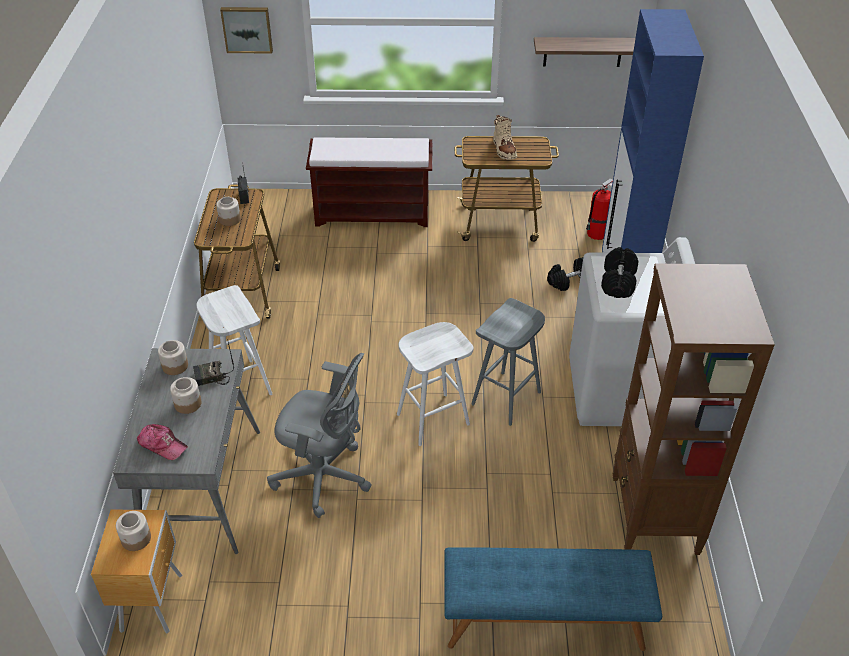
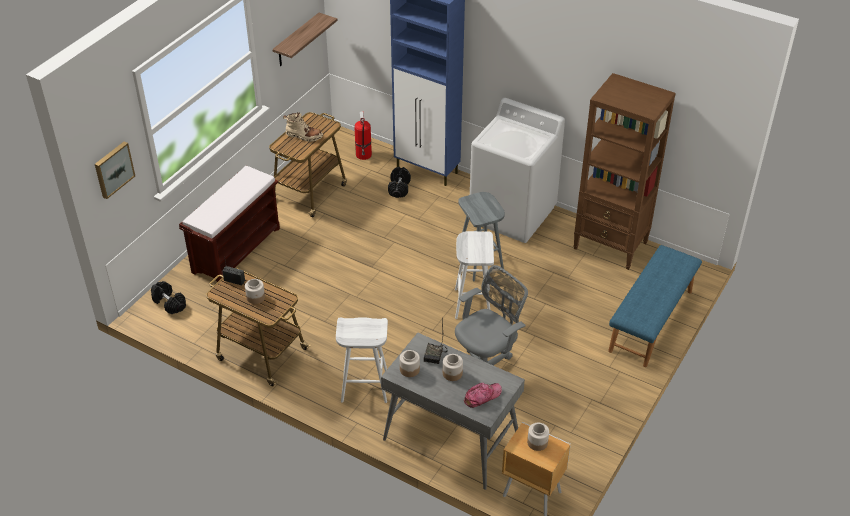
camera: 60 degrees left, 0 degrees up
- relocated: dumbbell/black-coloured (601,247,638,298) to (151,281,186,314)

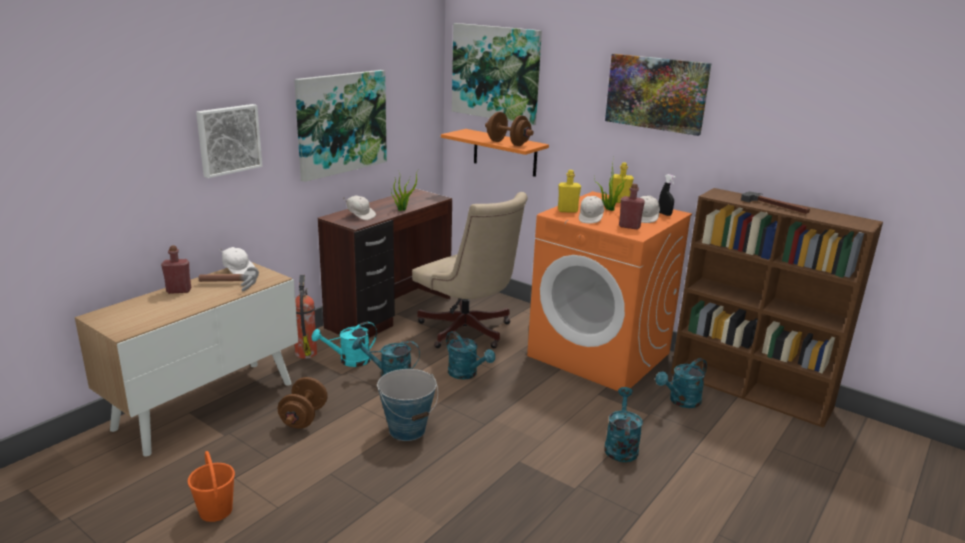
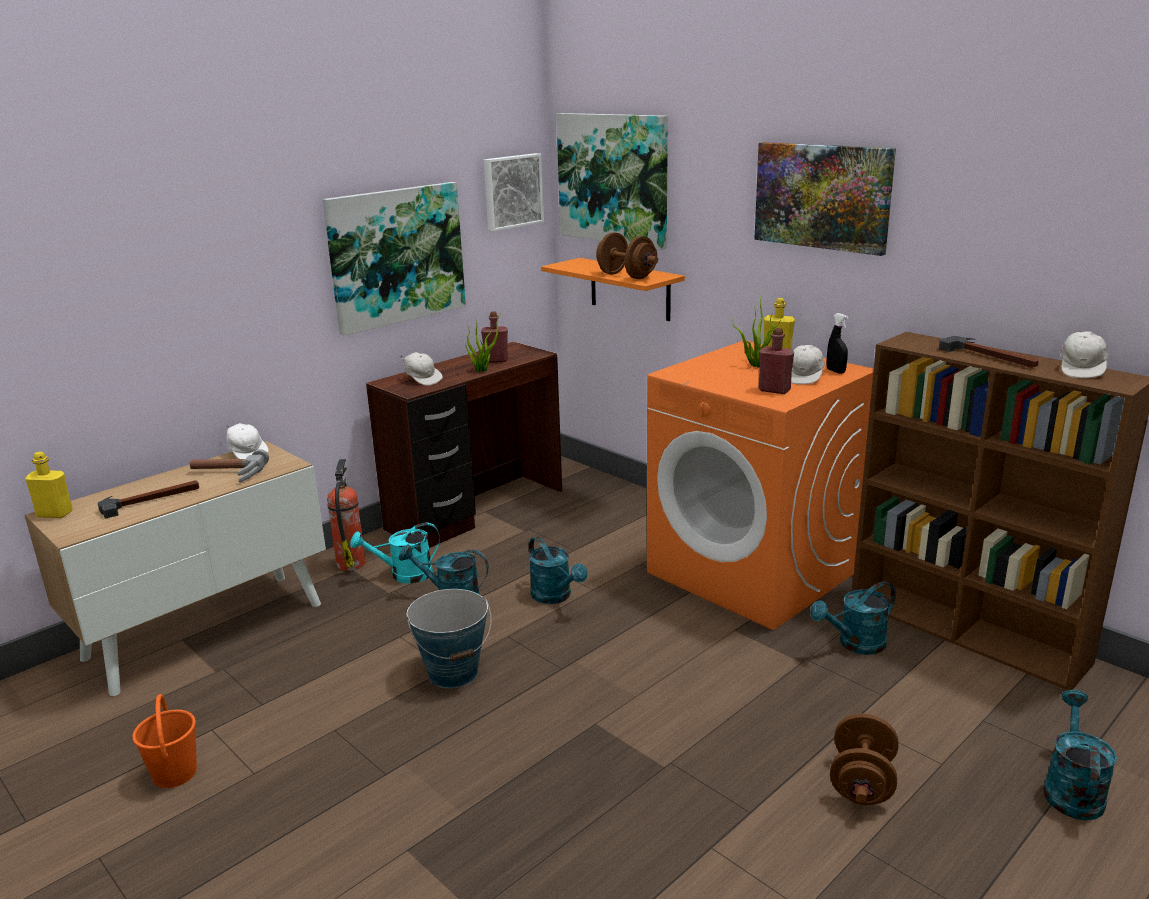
camera: 10 degrees right, 0 degrees up
- relocated: drink bottle/reddish (161,246,191,294) to (481,311,508,362)
- relocated: picture (196,104,263,178) to (484,153,544,232)
- relocated: dumbbell/brown (278,377,328,429) to (830,713,898,805)
- missing: computer chair/beige-coloured (412,192,528,349)
- relocated: drink bottle/yellow-coloured (558,170,581,213) to (25,452,73,518)
- relocated: baseball cap/whitish (579,196,605,223) to (1061,331,1108,378)
- relocated: watering pot/turquoise-coloured (604,387,643,462) to (1043,690,1117,820)
- appeared: hand hammer (98,480,199,519)

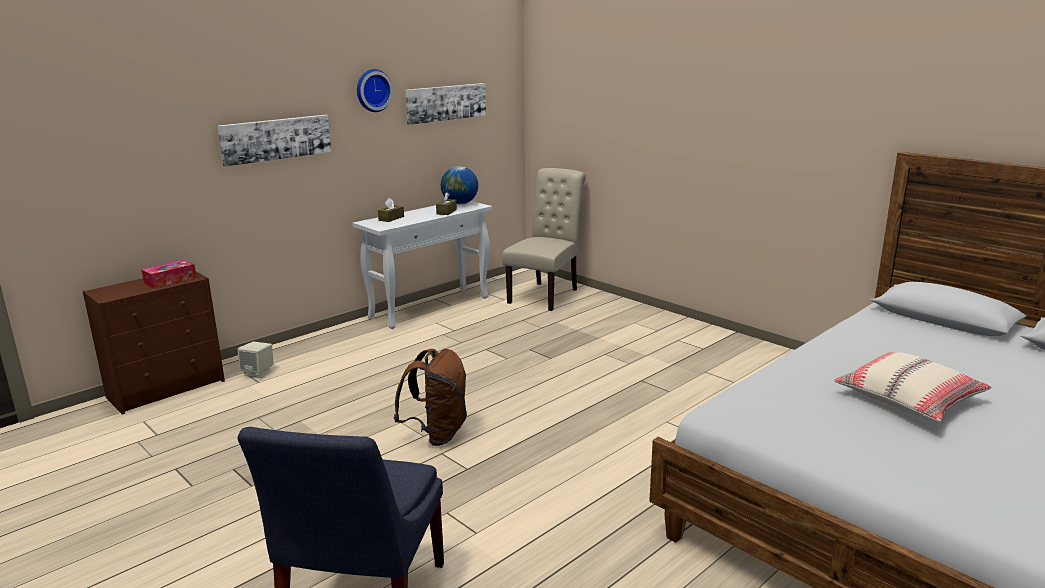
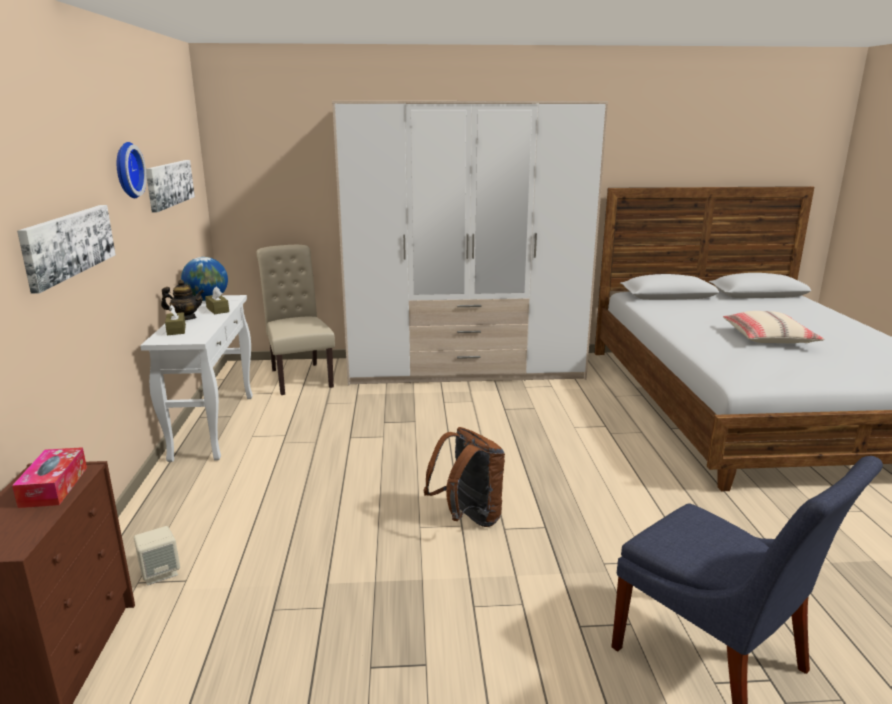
camera: 50 degrees left, 0 degrees up
- appeared: teapot (161,280,204,320)
- appeared: clothes cupboard (332,101,608,385)

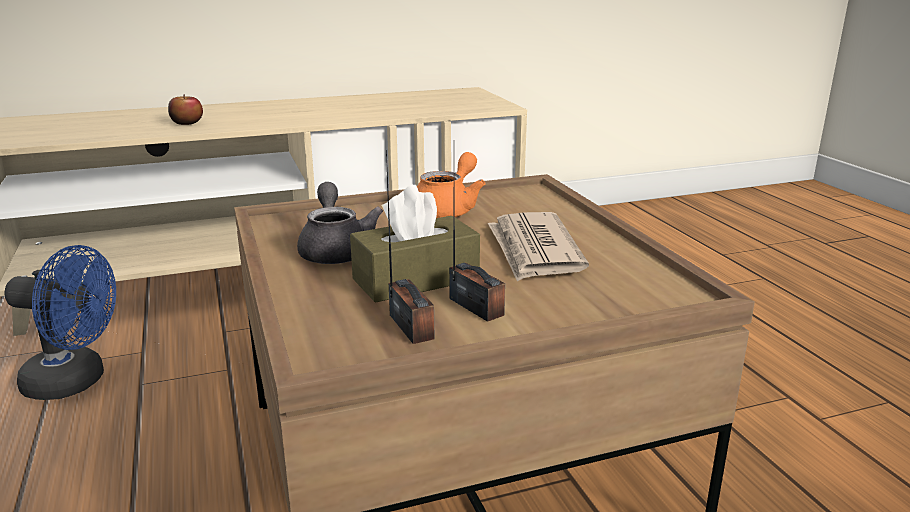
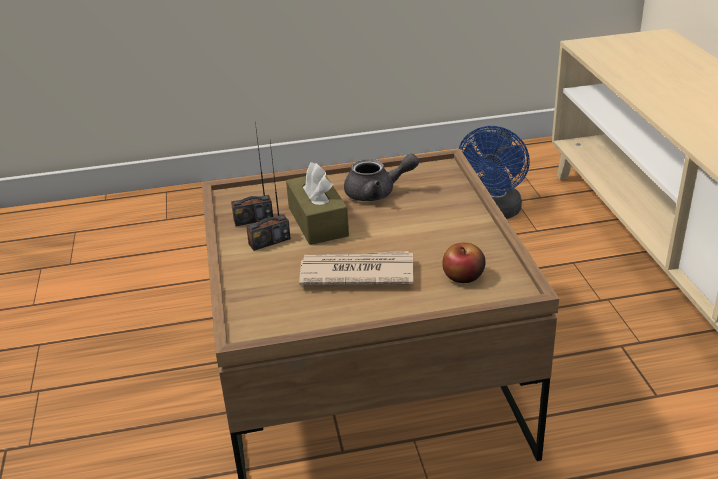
camera: 100 degrees right, 10 degrees up
- relocated: apple fruit (168,94,203,125) to (442,243,486,283)
- missing: teapot/orange-coloured (417,152,486,218)

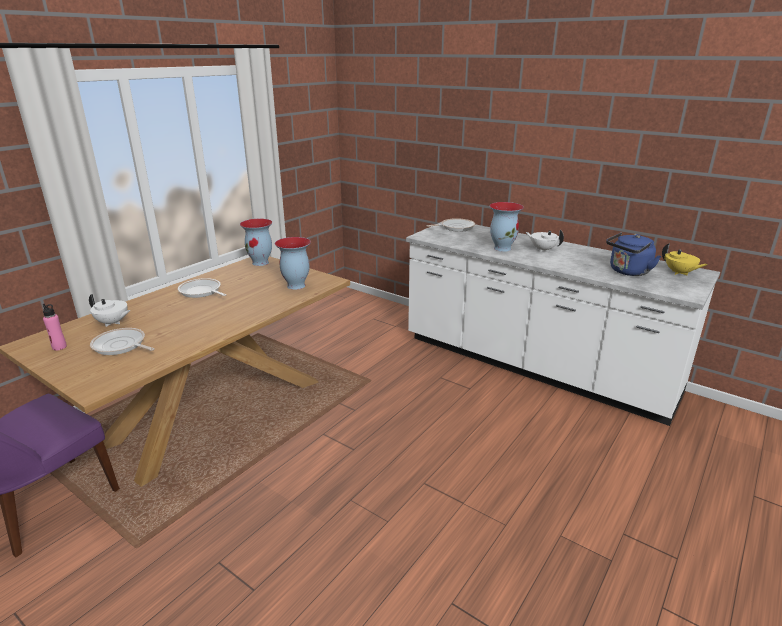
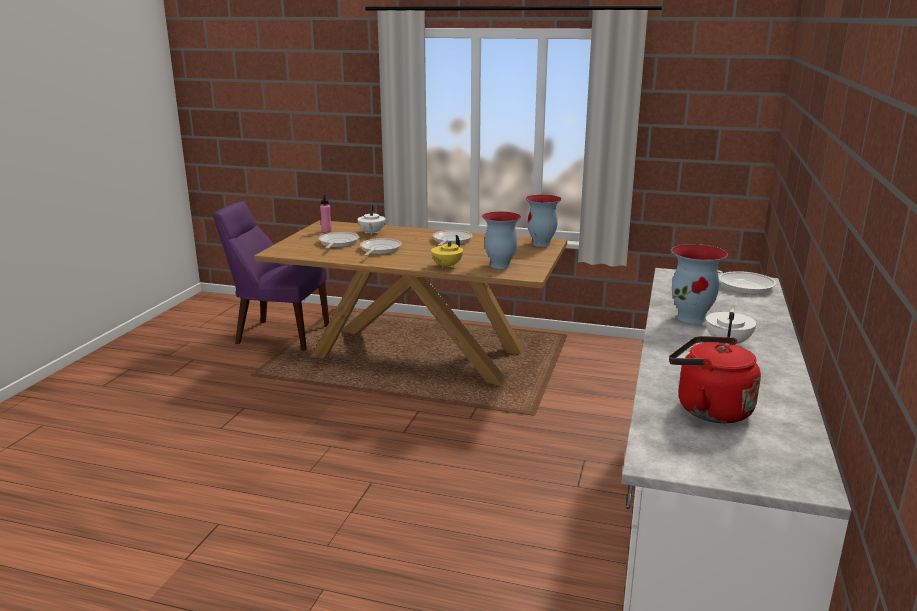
camera: 70 degrees right, 5 degrees down
- colour: water kettle/blue-coloured (606,232,661,276) to water kettle/reddish (669,336,761,423)
- relocated: teapot/yellow-coloured (662,243,708,275) to (431,235,463,269)
- appeared: frying pan (360,238,402,256)

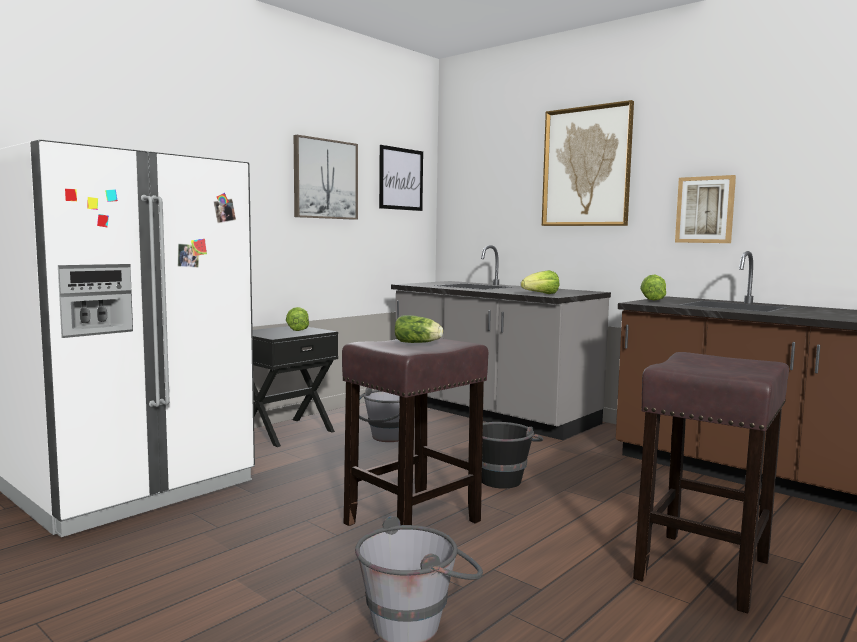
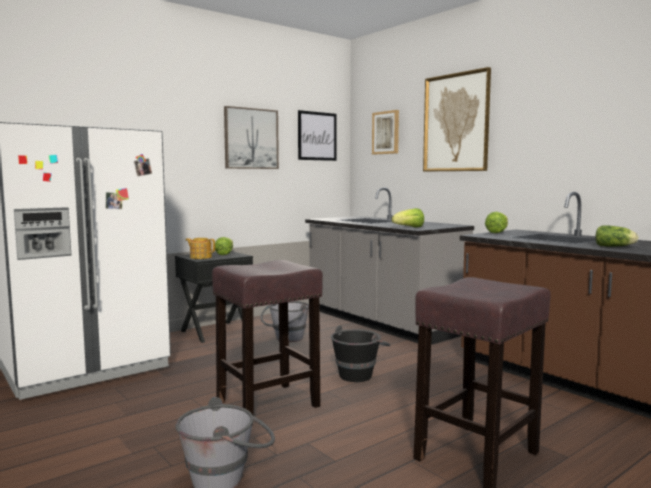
camera: 10 degrees right, 0 degrees up
- relocated: lettuce head (395,315,443,343) to (595,226,639,247)
- relocated: picture (675,175,736,243) to (372,110,399,155)
- appeared: teapot (186,238,215,259)

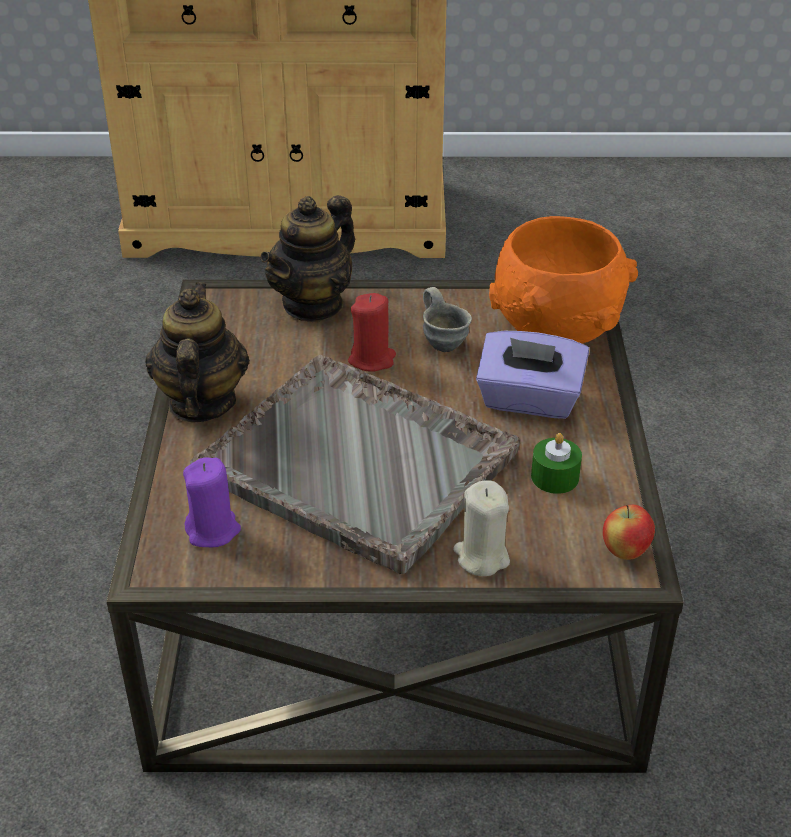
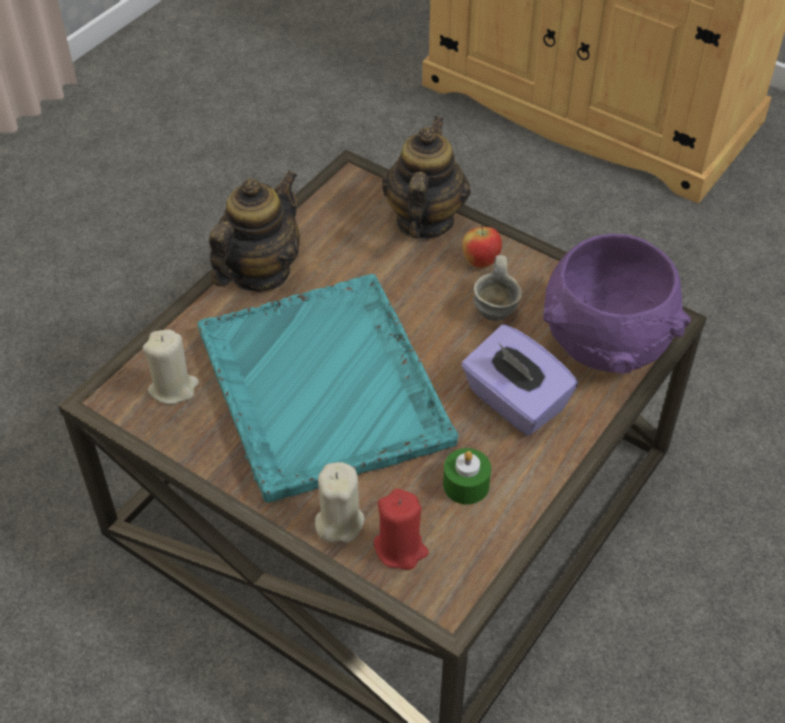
camera: 35 degrees right, 10 degrees up
- colour: candle/purple (183,457,241,547) to candle/beige-coloured (143,329,198,404)
- colour: tray/gray (190,355,520,574) to tray/turquoise-coloured (198,274,459,503)
- spun: teapot (260,195,355,322) = (382,116,471,239) 120 degrees clockwise
- relocated: candle/reddish (348,293,396,372) to (374,489,428,570)
- colour: deep dish/orange-coloured (489,216,638,344) to deep dish/purple (543,234,691,374)
- relocated: apple fruit (603,505,655,560) to (462,224,502,268)

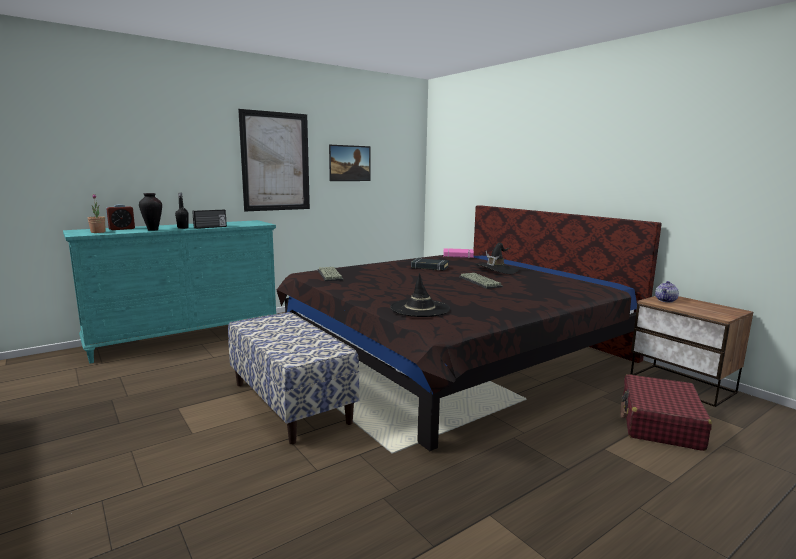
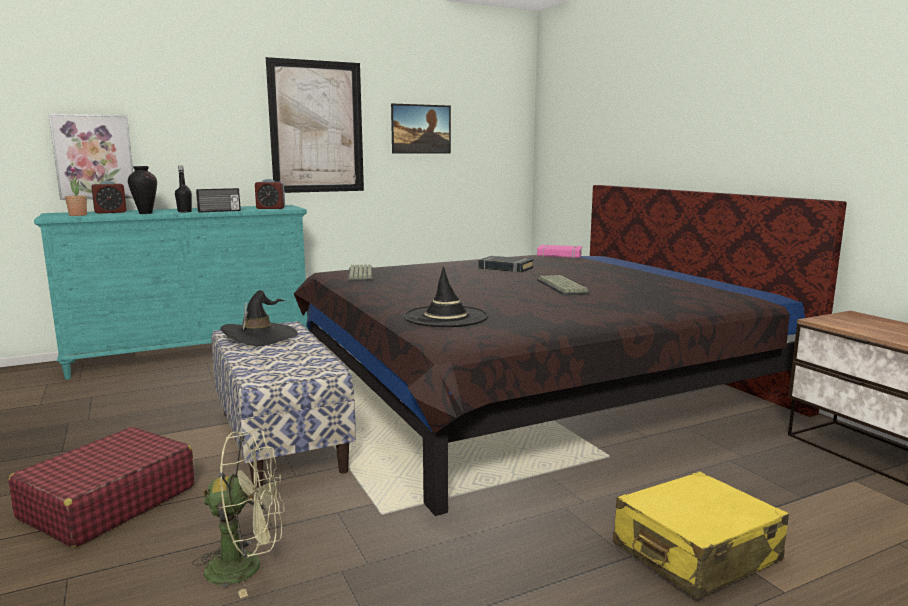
camera: 10 degrees right, 0 degrees up
- relocated: clothing hat/black-coloured (476,243,519,274) to (220,290,298,346)
- relocated: travel case/reddish (620,374,712,451) to (8,427,194,548)
- missing: teapot (655,281,679,303)
- appeared: picture (49,113,133,200)
- appeared: electric fan/green (192,429,285,598)
- appeared: bedside clock (255,179,285,209)
- appeared: travel case/yellow-coloured (613,471,789,599)

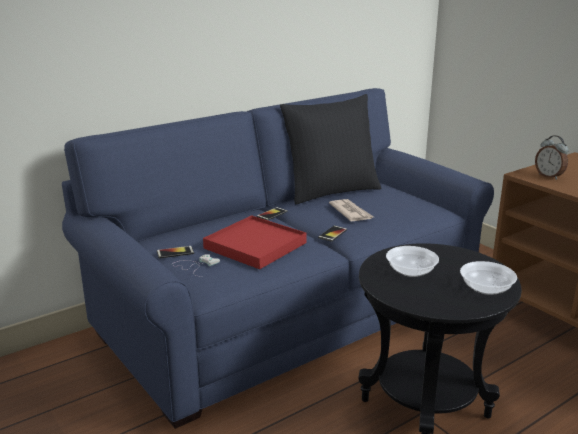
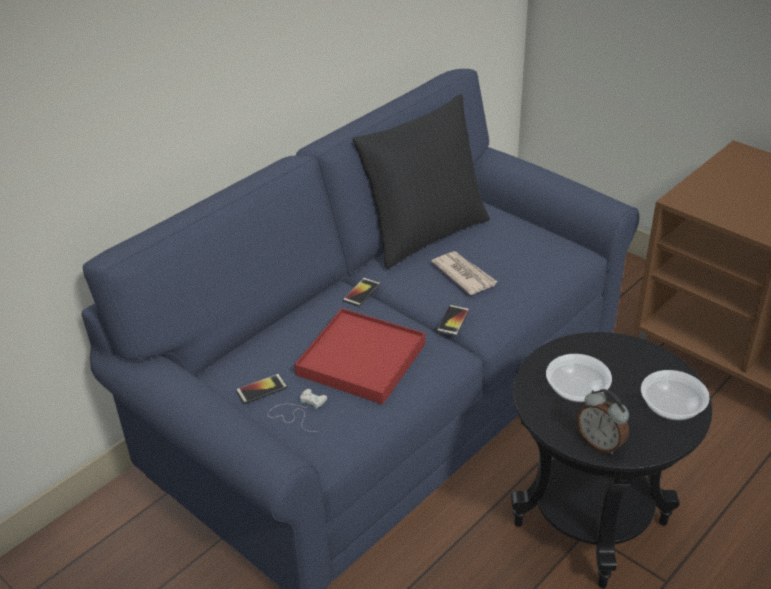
camera: 10 degrees left, 15 degrees up
- relocated: bedside clock (535,135,569,180) to (577,389,629,455)

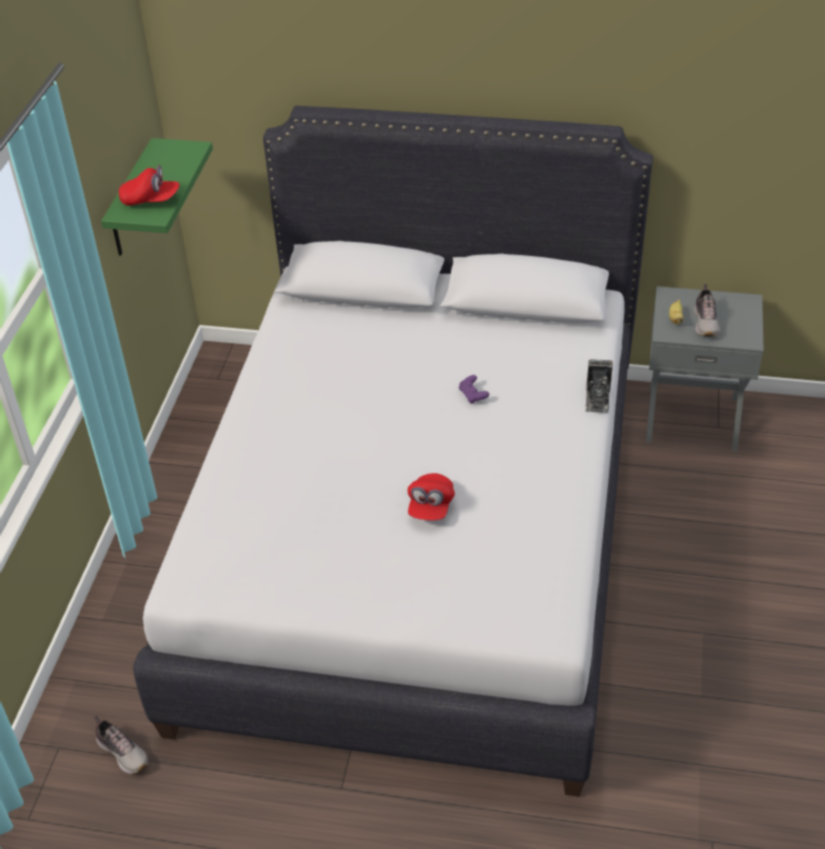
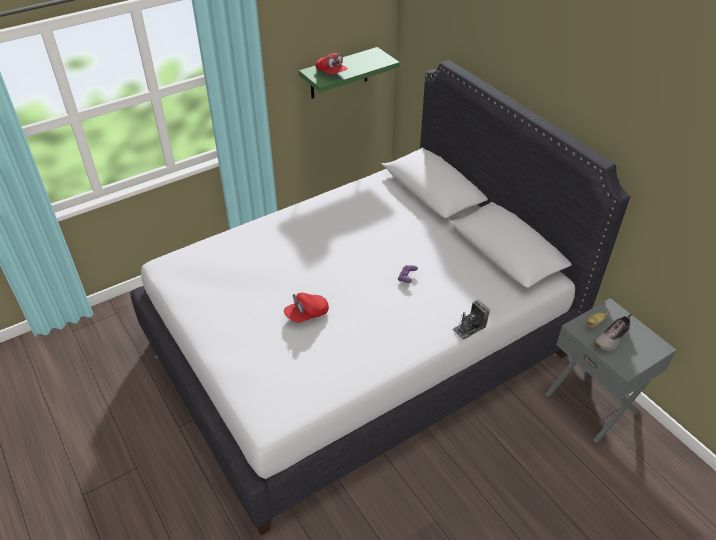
camera: 45 degrees right, 0 degrees up
- missing: item of footwear (94,716,148,774)

